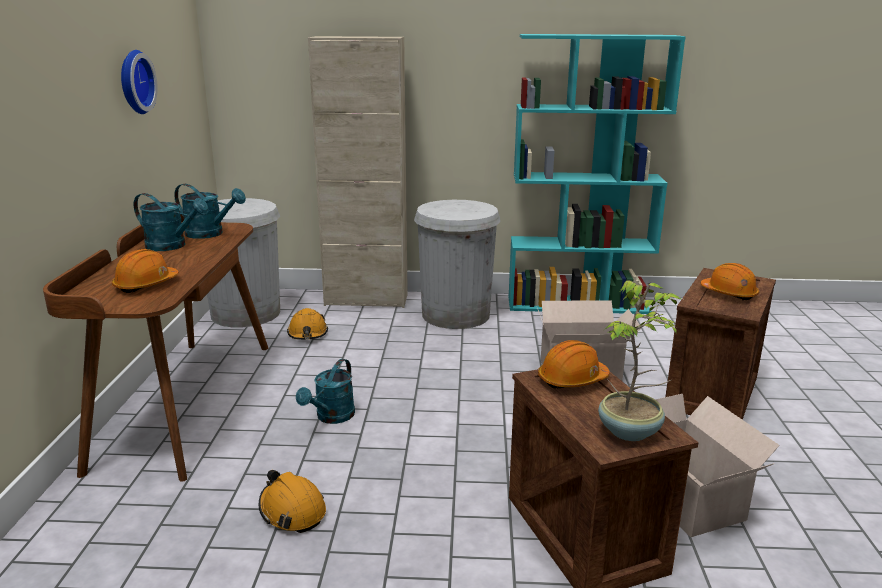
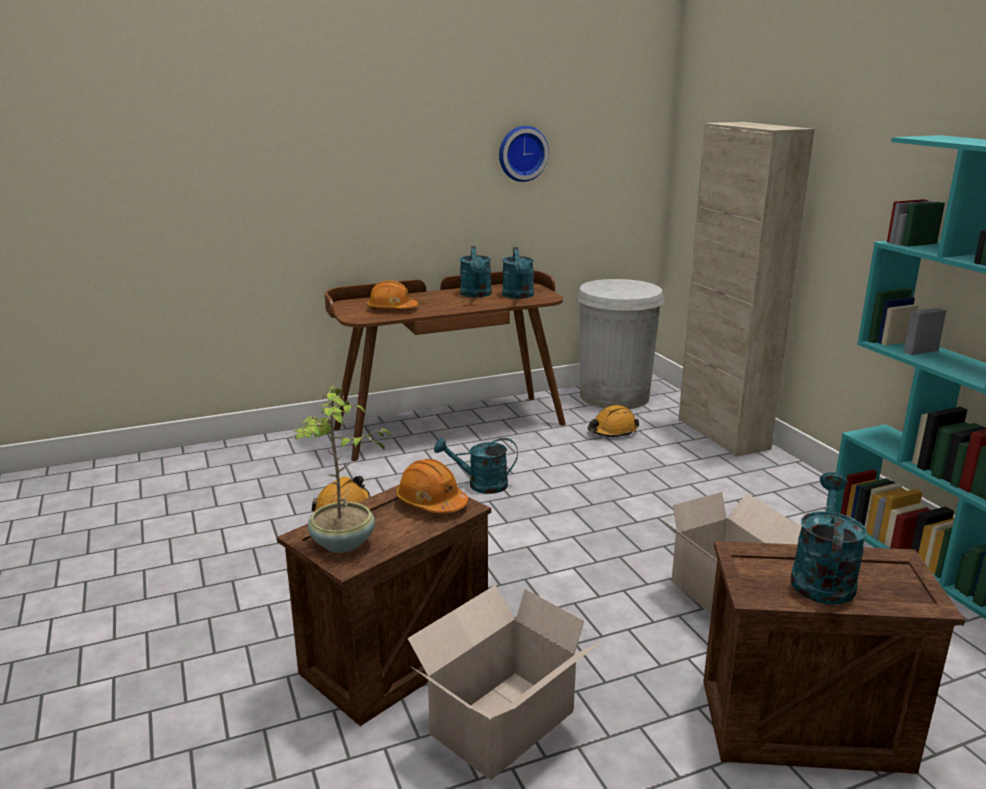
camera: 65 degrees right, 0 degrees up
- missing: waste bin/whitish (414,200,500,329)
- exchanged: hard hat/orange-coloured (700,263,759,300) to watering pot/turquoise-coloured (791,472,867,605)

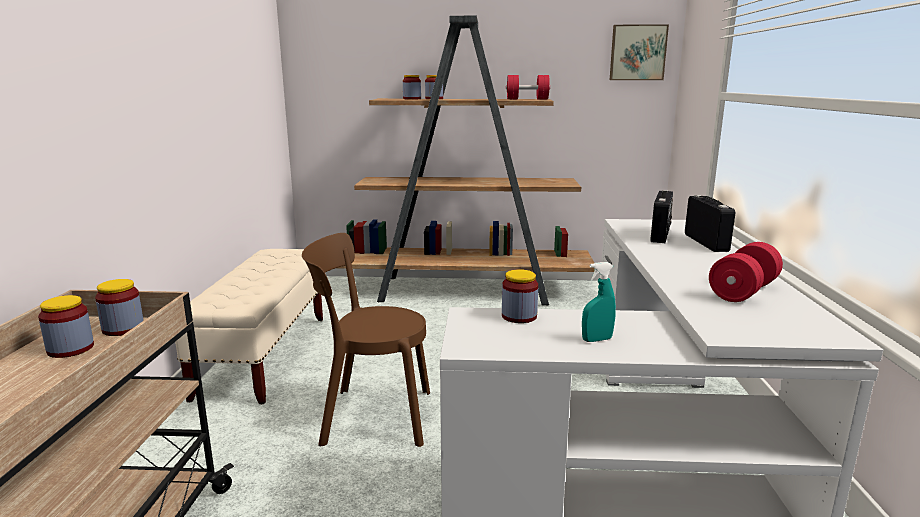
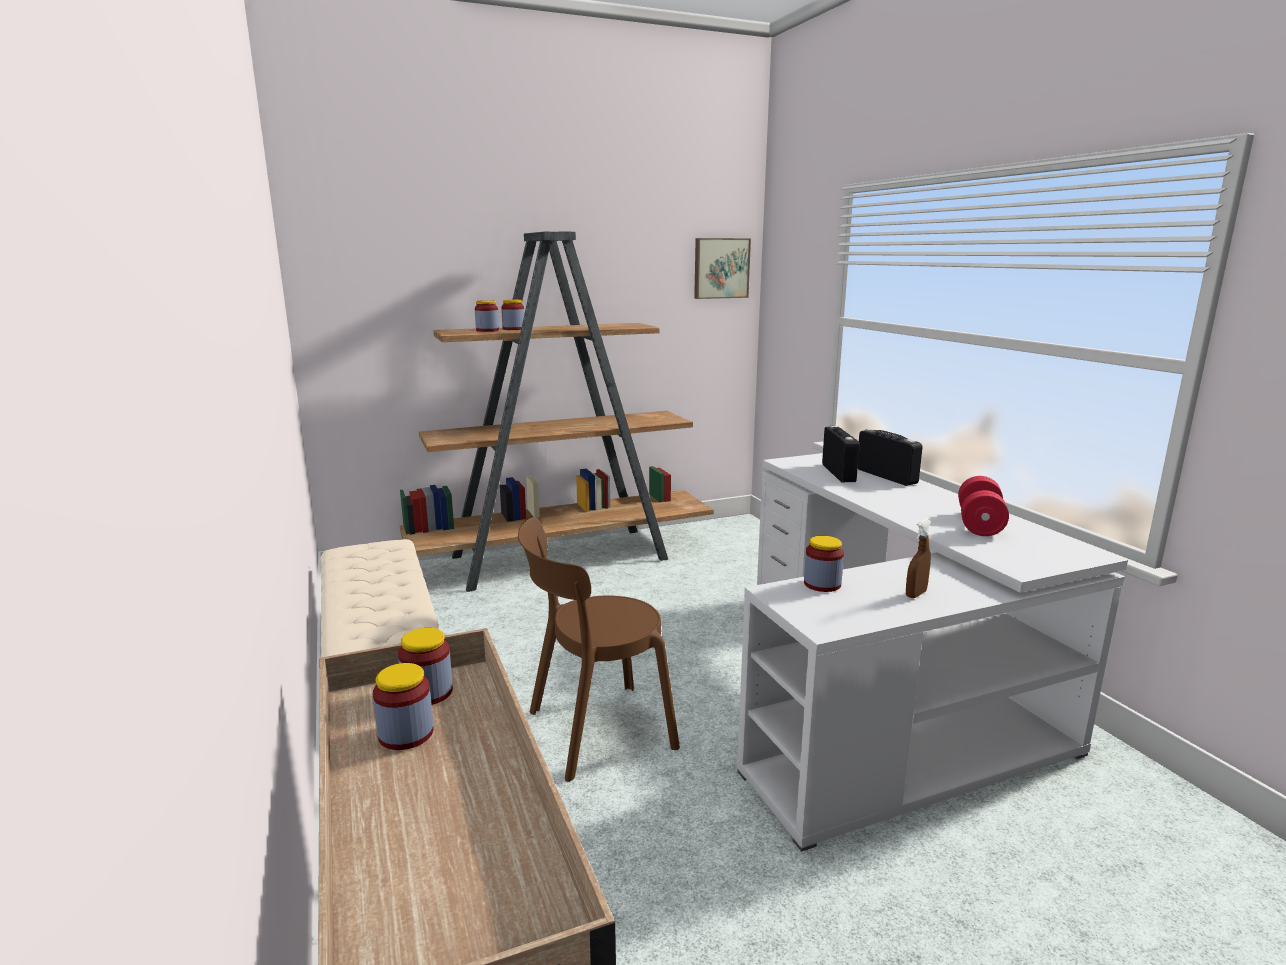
camera: 25 degrees left, 0 degrees up
- missing: dumbbell/reddish (506,75,550,99)
- colour: spray bottle/turquoise-coloured (582,262,616,342) to spray bottle/brown (906,519,931,598)

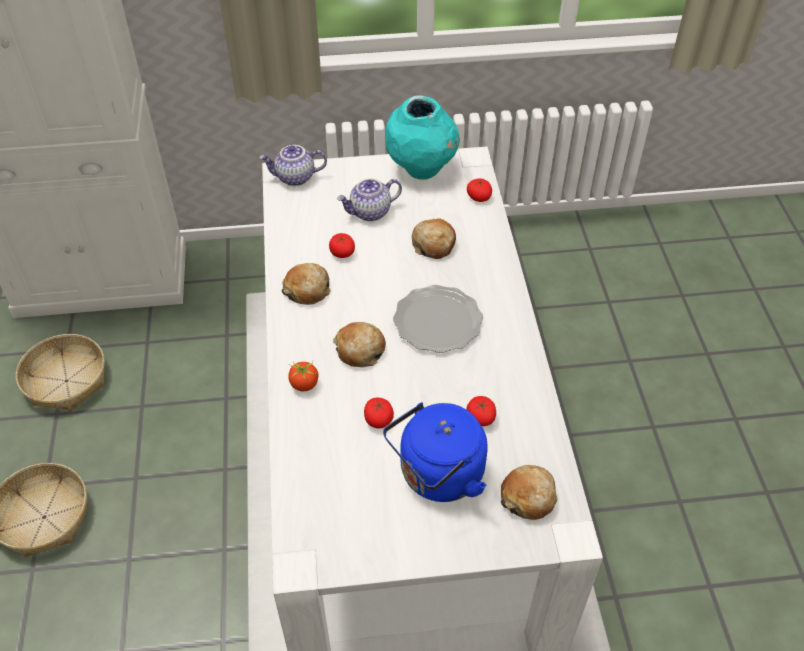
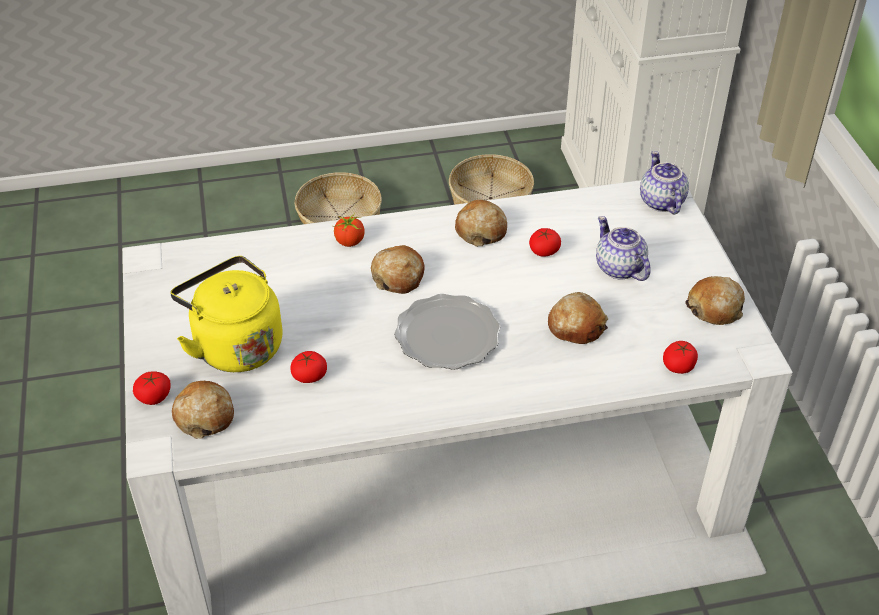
camera: 85 degrees right, 5 degrees down
- relocated: whole tomato (364,398,394,429) to (133,371,171,405)
- colour: water kettle/blue-coloured (383,402,488,502) to water kettle/yellow-coloured (170,256,283,372)
- exchanged: decorative vase/turquoise-coloured (385,95,460,180) to bread (685,276,745,325)

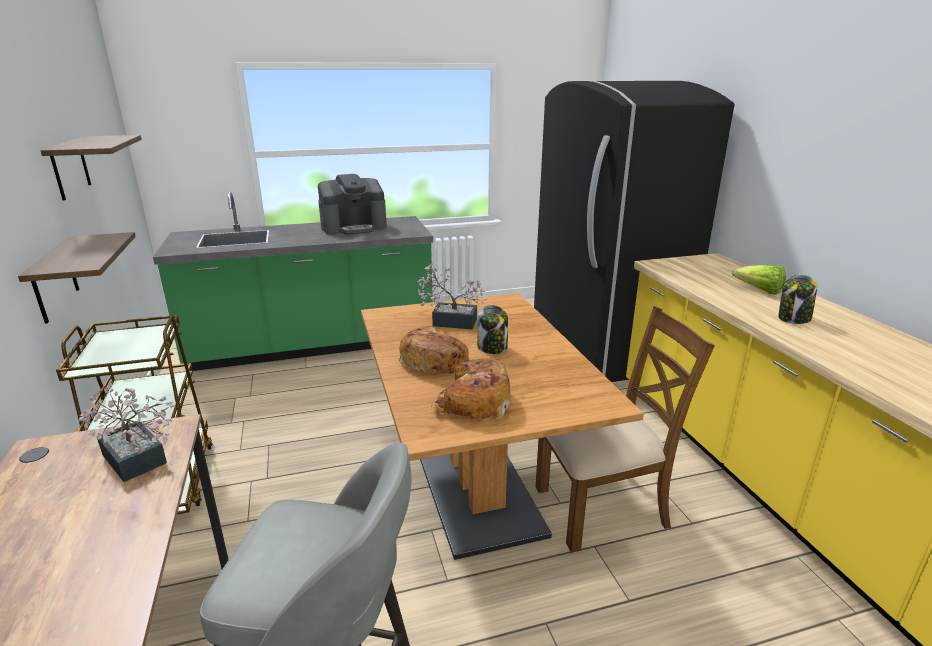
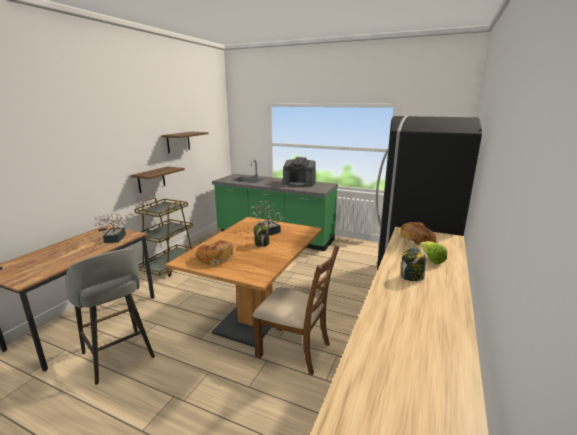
camera: 40 degrees right, 5 degrees down
- relocated: bread (399,326,469,375) to (400,222,437,245)

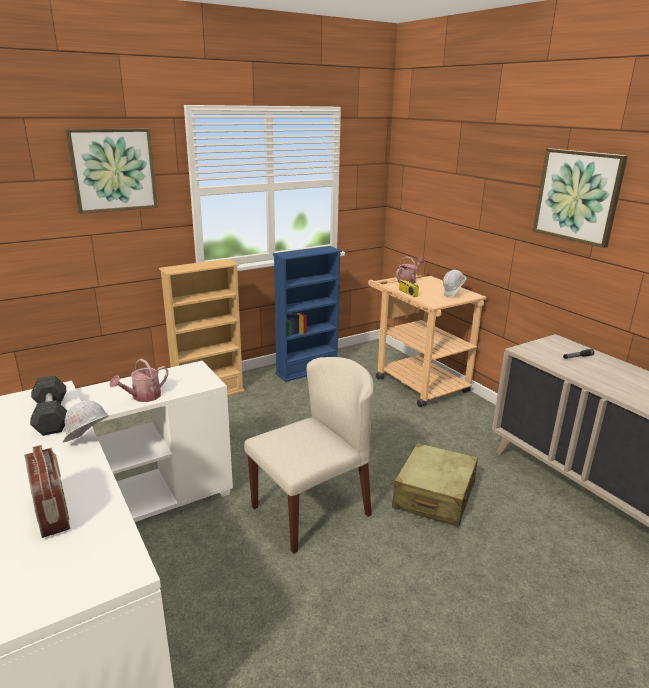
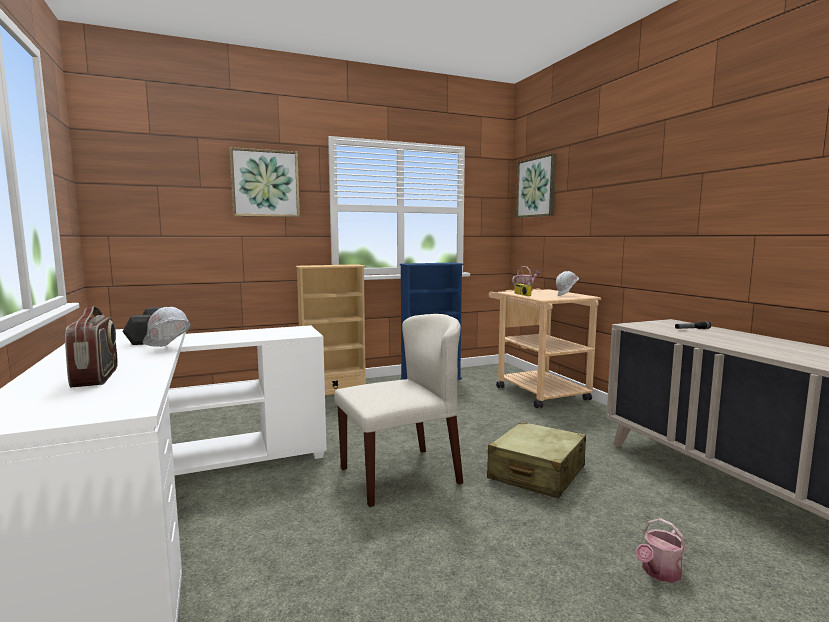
camera: 10 degrees right, 15 degrees down
- relocated: watering pot (109,359,168,402) to (636,518,686,583)
- relocated: picture (533,149,628,248) to (516,153,556,218)

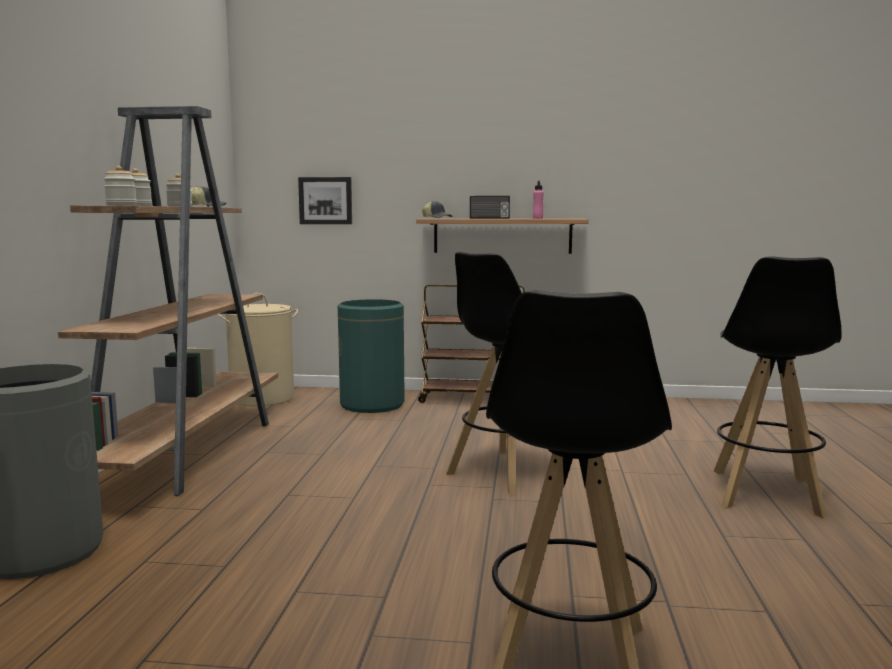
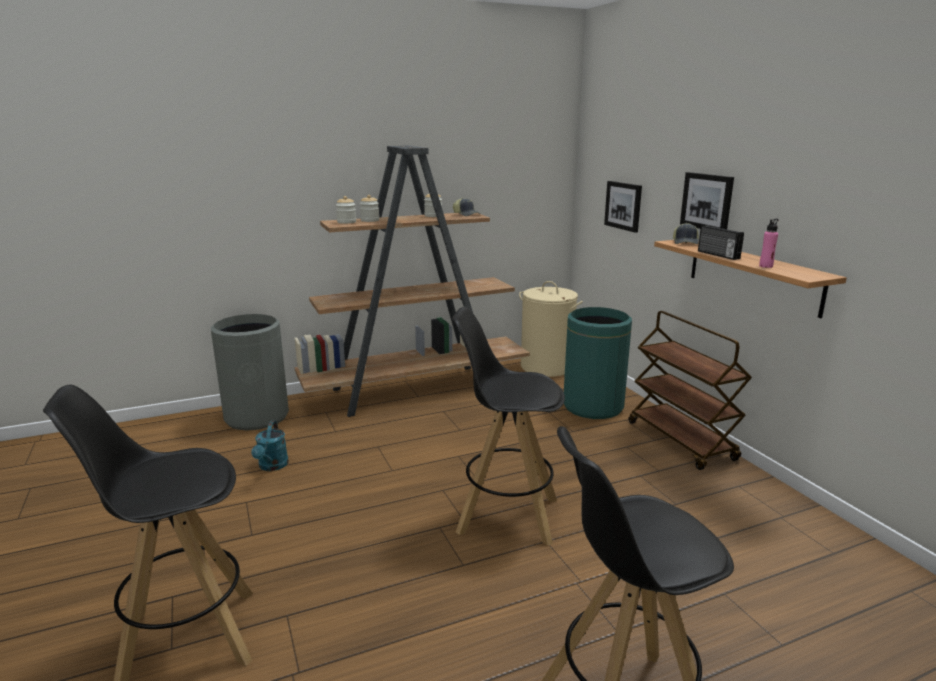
camera: 60 degrees right, 10 degrees up
- appeared: watering pot/turquoise-coloured (251,421,289,471)
- appeared: picture (680,172,734,229)

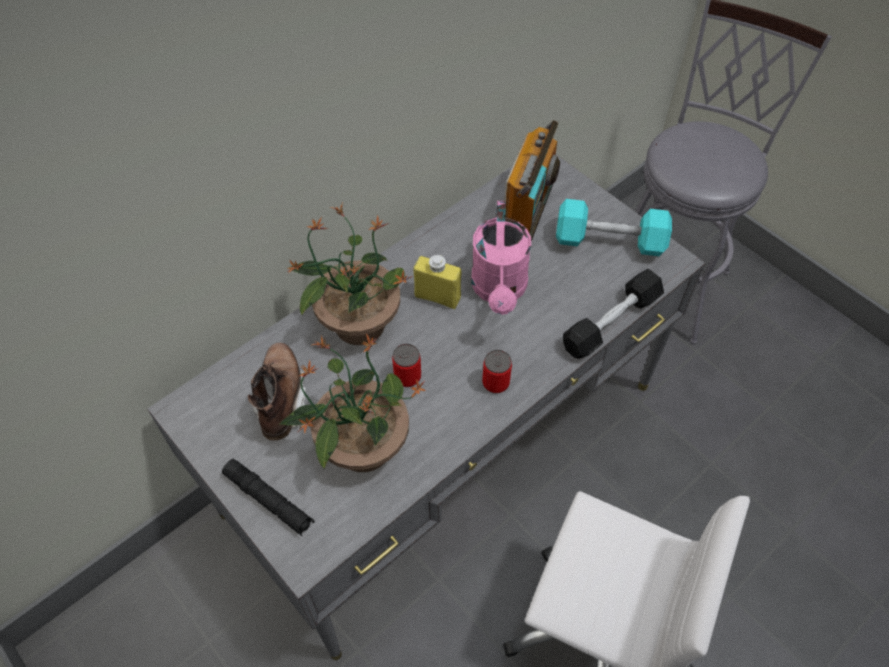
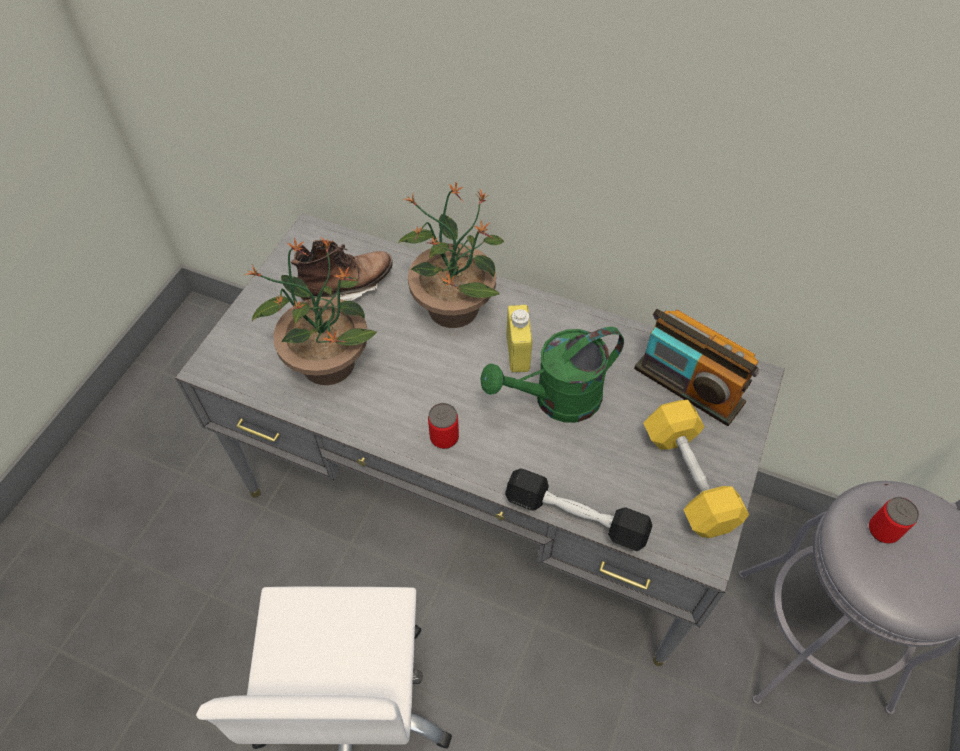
camera: 65 degrees right, 0 degrees up
- missing: hand torch/black-coloured (222,459,314,536)
- relocated: can (392,344,421,387) to (869,497,919,543)
- colour: watering pot/pinkish (471,201,531,315) to watering pot/green (480,327,624,423)
- spun: radio (504,120,560,240) = (634,309,759,426) 45 degrees clockwise
- colour: dumbbell/turquoise-coloured (556,199,672,256) to dumbbell/yellow-coloured (643,400,749,538)

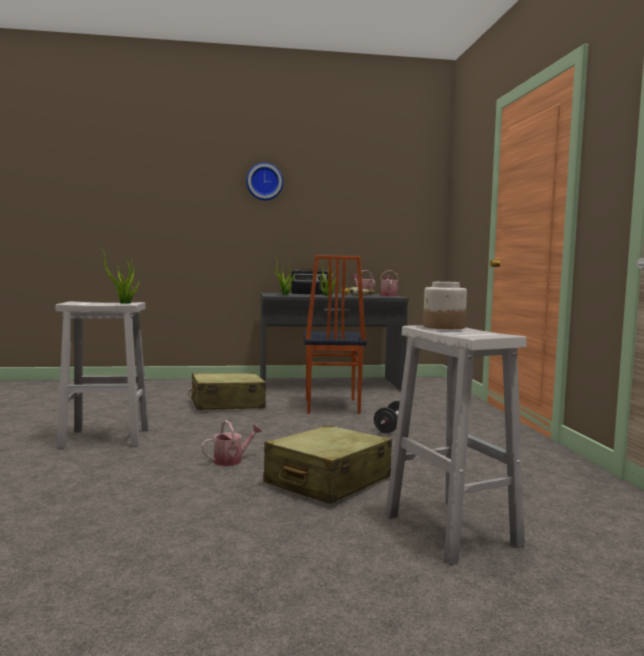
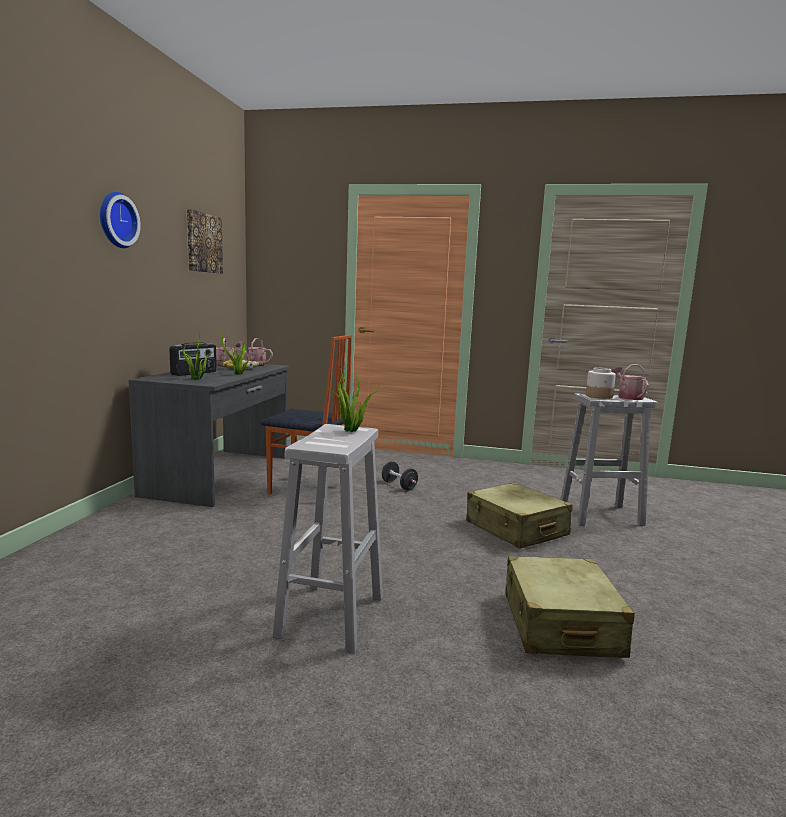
camera: 70 degrees left, 5 degrees up
- relocated: travel case/beige-coloured (188,373,266,410) to (505,556,635,658)
- relocated: watering pot (201,420,263,466) to (612,364,649,400)
- appeared: picture (186,209,223,274)

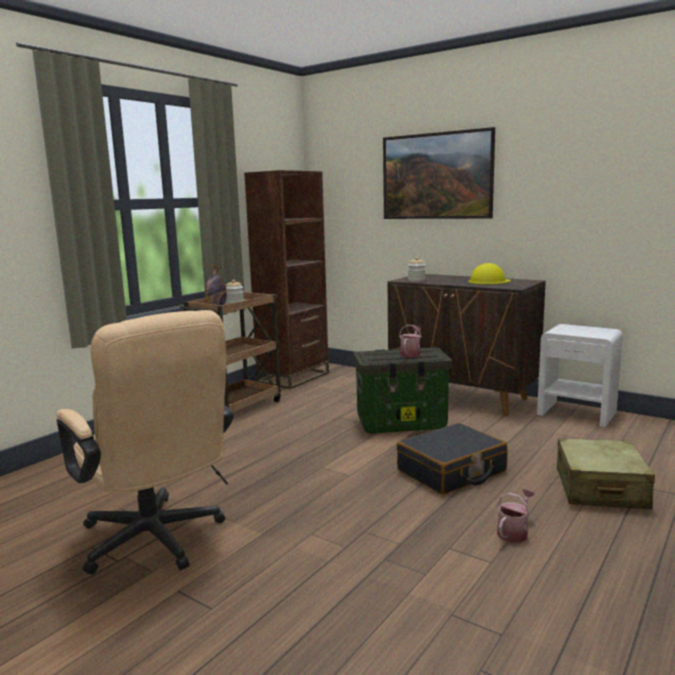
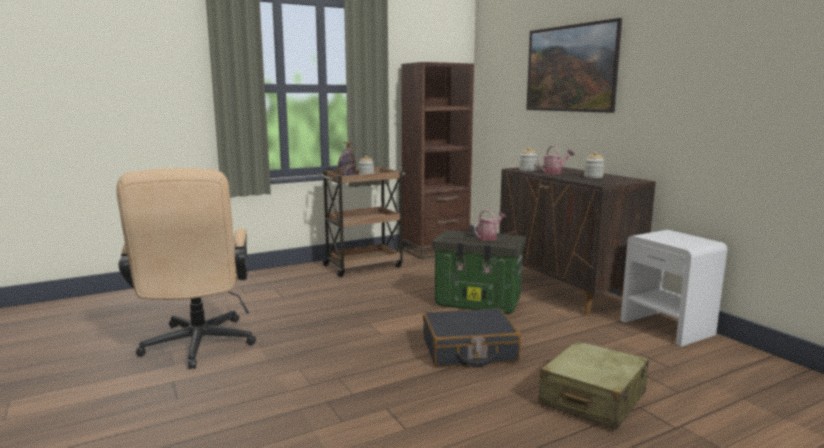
camera: 25 degrees right, 0 degrees up
- exchanged: hard hat/yellow-coloured (468,263,511,284) to preserve jar (584,152,605,178)
- relocated: watering pot (497,489,535,543) to (538,145,574,174)

